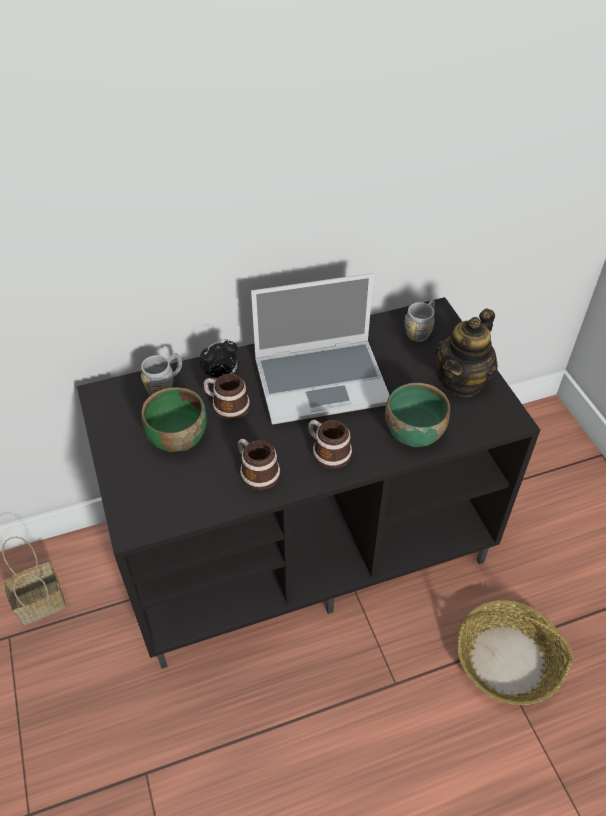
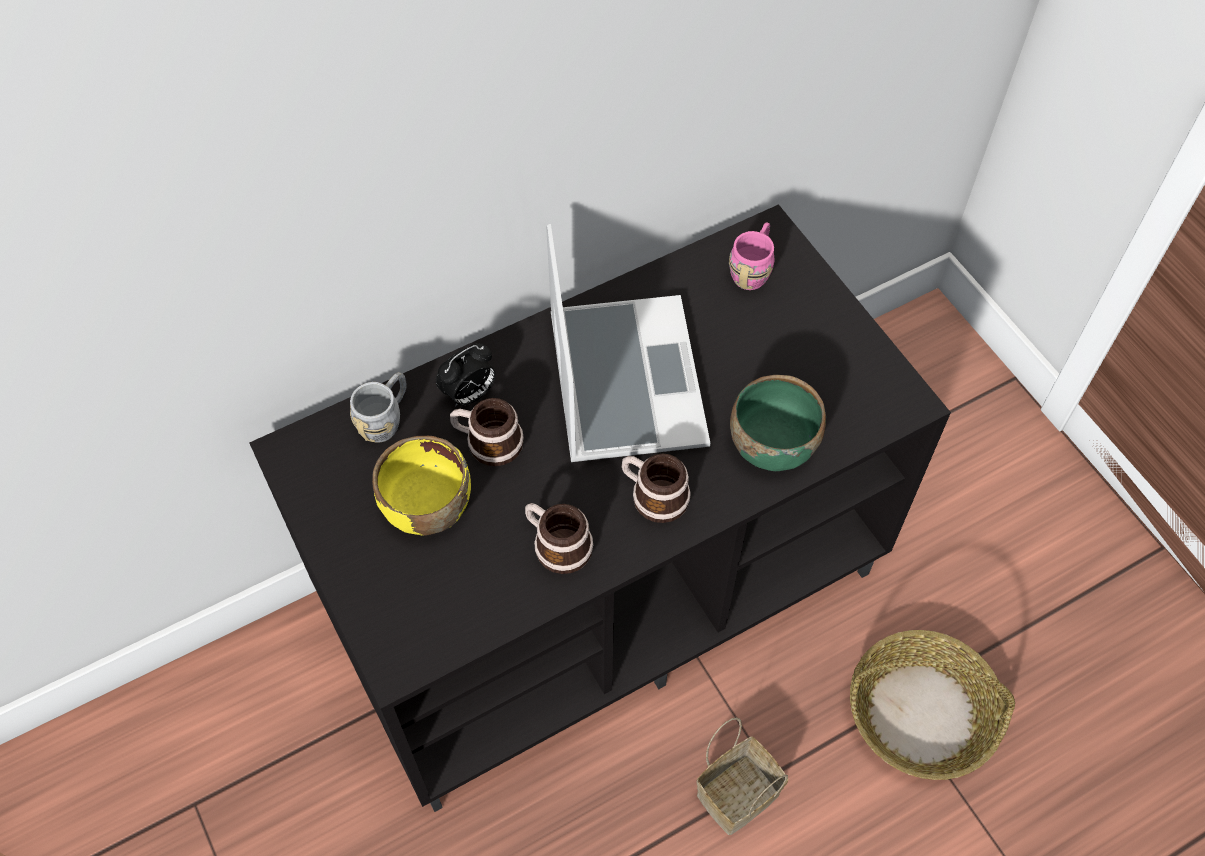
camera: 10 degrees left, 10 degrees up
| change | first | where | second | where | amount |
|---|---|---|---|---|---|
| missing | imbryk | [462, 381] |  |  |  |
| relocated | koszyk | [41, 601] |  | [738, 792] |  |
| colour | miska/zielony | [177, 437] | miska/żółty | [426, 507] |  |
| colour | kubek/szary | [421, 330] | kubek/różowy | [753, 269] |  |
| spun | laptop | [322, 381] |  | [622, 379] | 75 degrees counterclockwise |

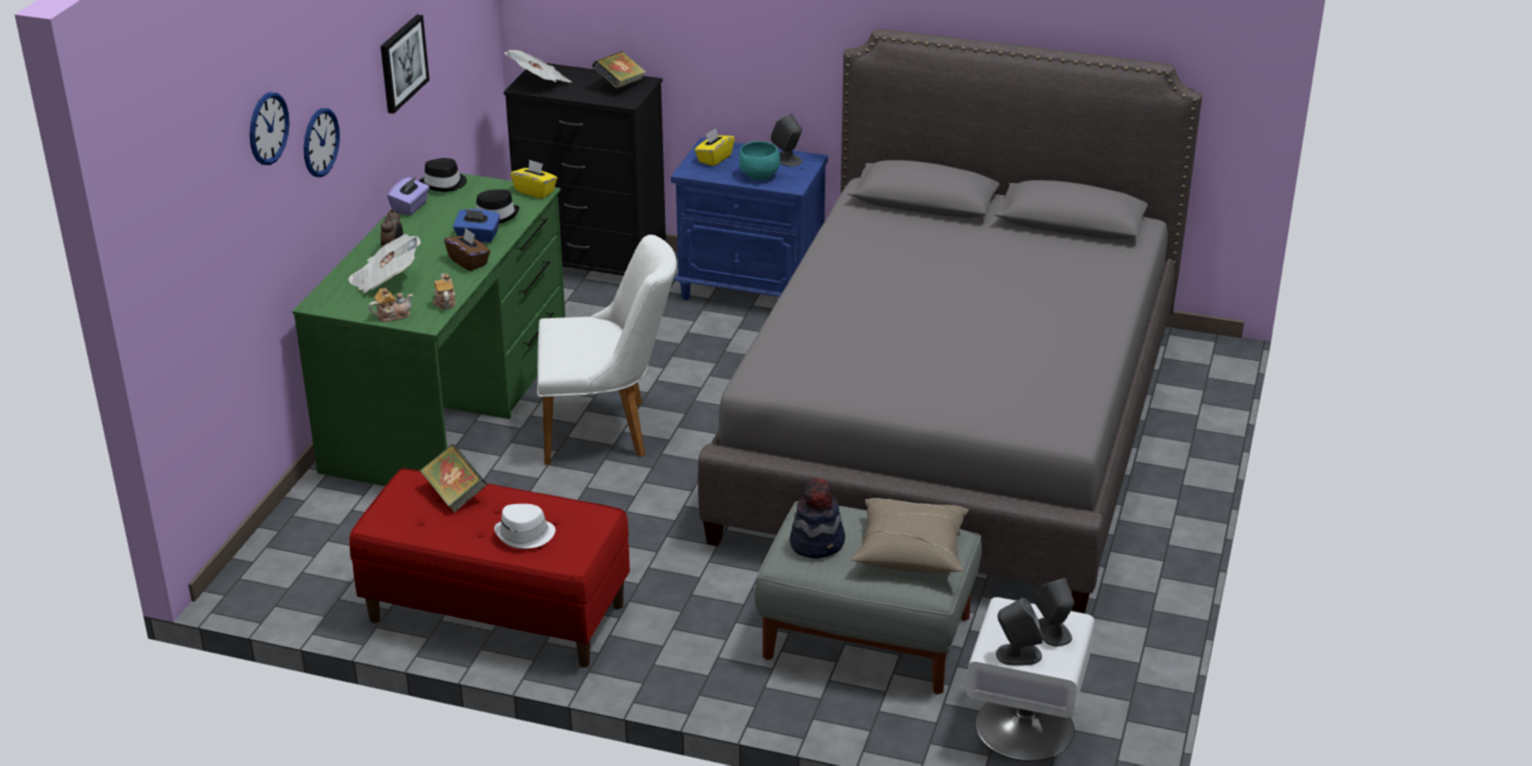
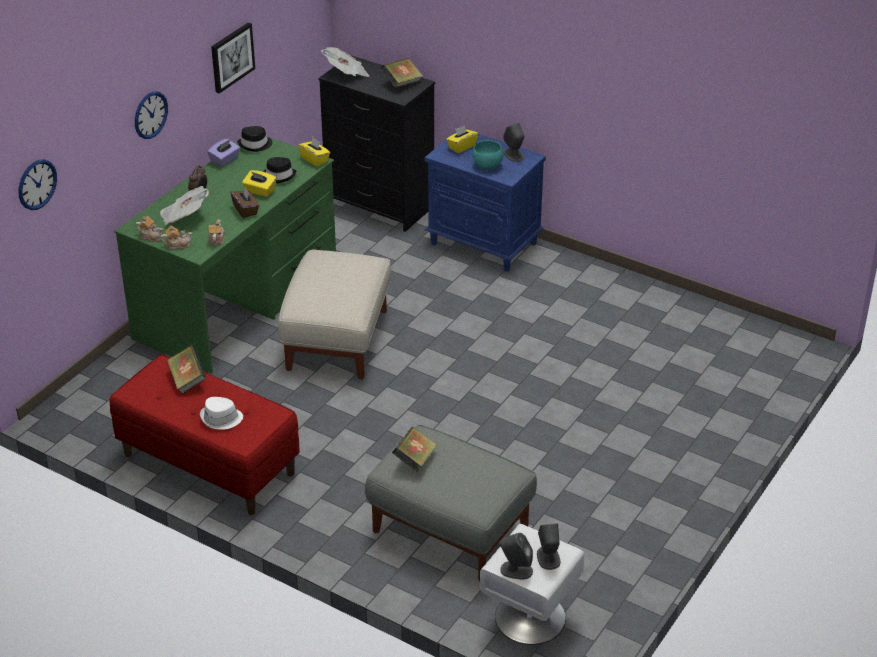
camera: 15 degrees right, 5 degrees up
| change | first | where | second | where | amount |
|---|---|---|---|---|---|
| missing | łóżko/szary | [953, 430] |  |  |  |
| missing | poduszka/beżowy | [911, 550] |  |  |  |
| appeared |  |  | imbryk | [151, 236] |  |
| relocated | zegar ścienny | [268, 128] |  | [37, 184] |  |
| exchanged | krzesło/biały | [607, 430] | pufa/beżowy | [336, 339] |  |
| exchanged | kapelusz | [818, 542] | książka | [415, 460] |  |
| colour | pudełko chusteczek/niebieski | [477, 237] | pudełko chusteczek/żółty | [259, 191] |  |

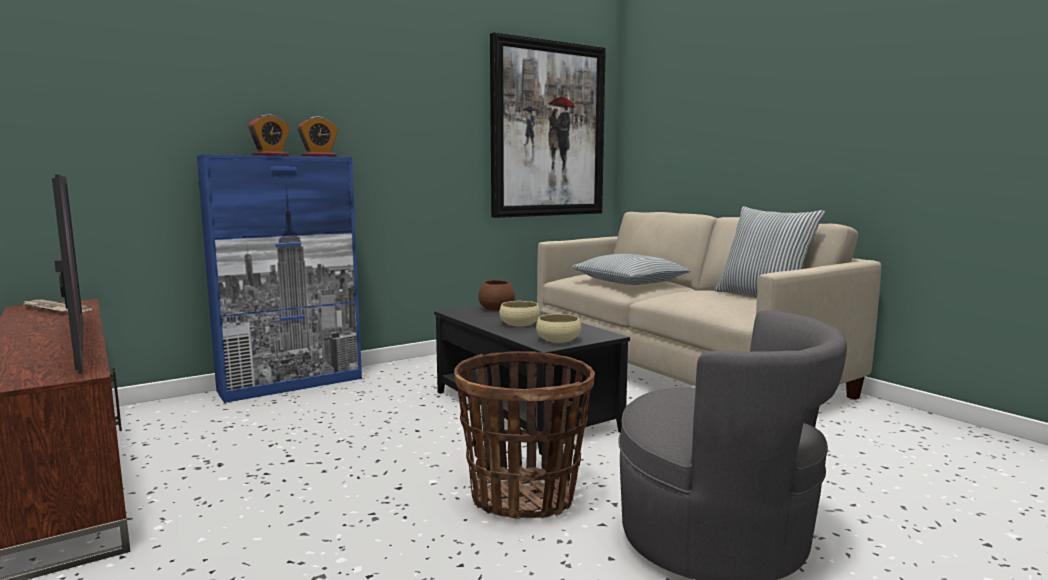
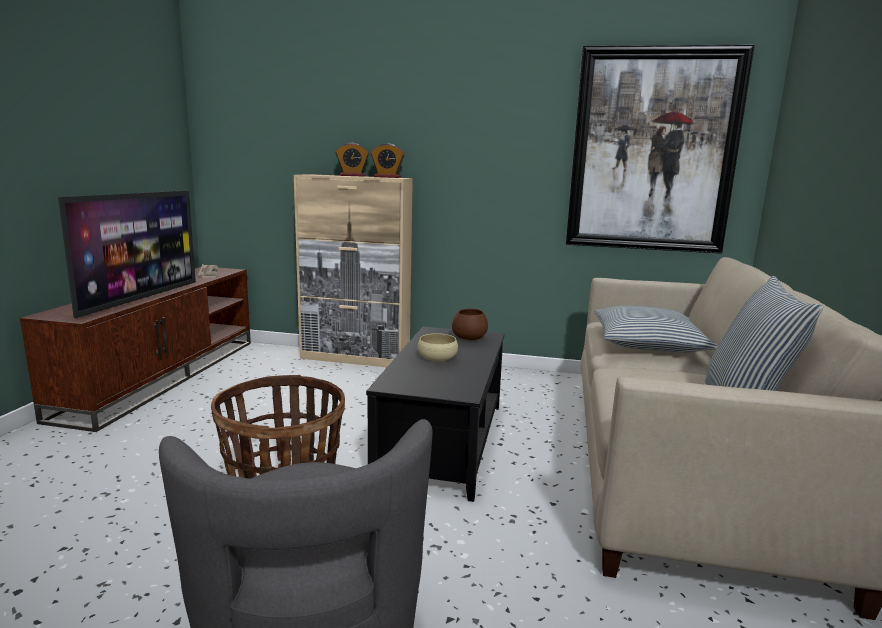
camera: 45 degrees right, 5 degrees up
| change | first | where | second | where | amount |
|---|---|---|---|---|---|
| missing | miska/beżowy | [558, 340] |  |  |  |
| colour | szafka/niebieski | [292, 384] | szafka/beżowy | [355, 358] |  |

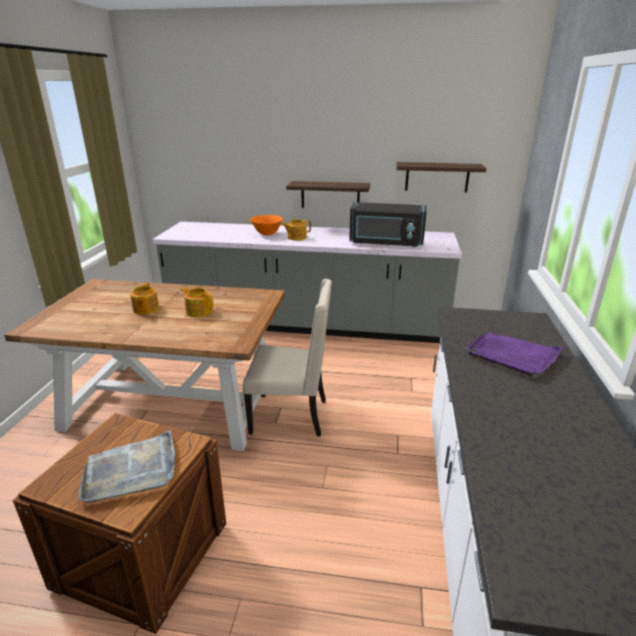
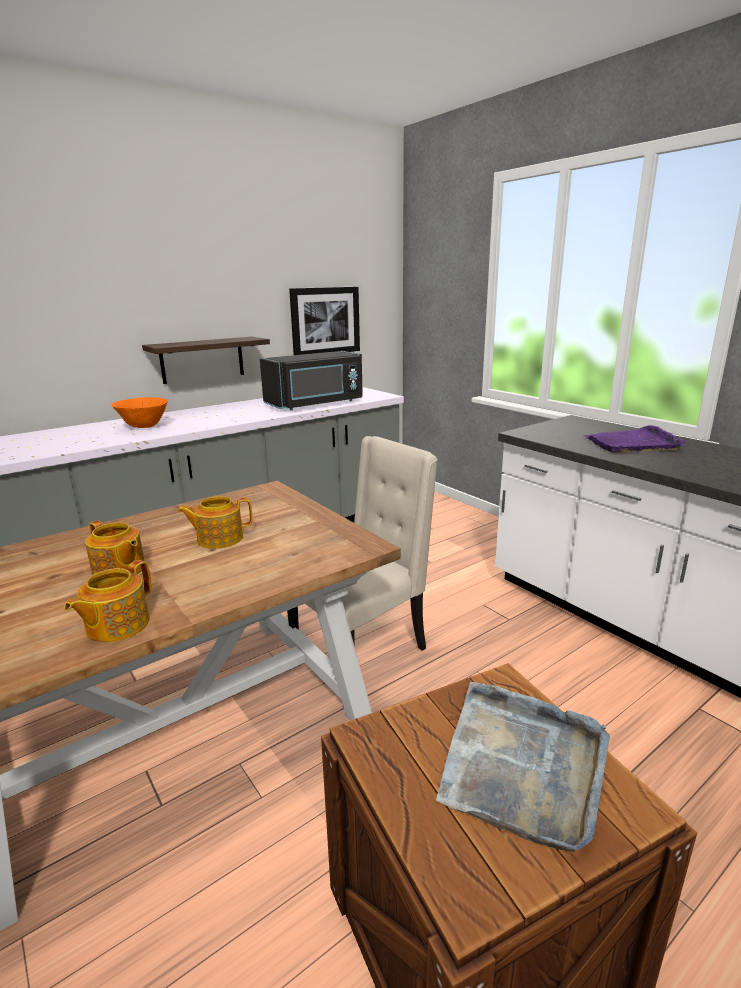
camera: 45 degrees left, 5 degrees down
| change | first | where | second | where | amount |
|---|---|---|---|---|---|
| relocated | imbryk | [296, 237] |  | [116, 625] |  |
| exchanged | półka | [437, 177] | obraz | [325, 321] |  |

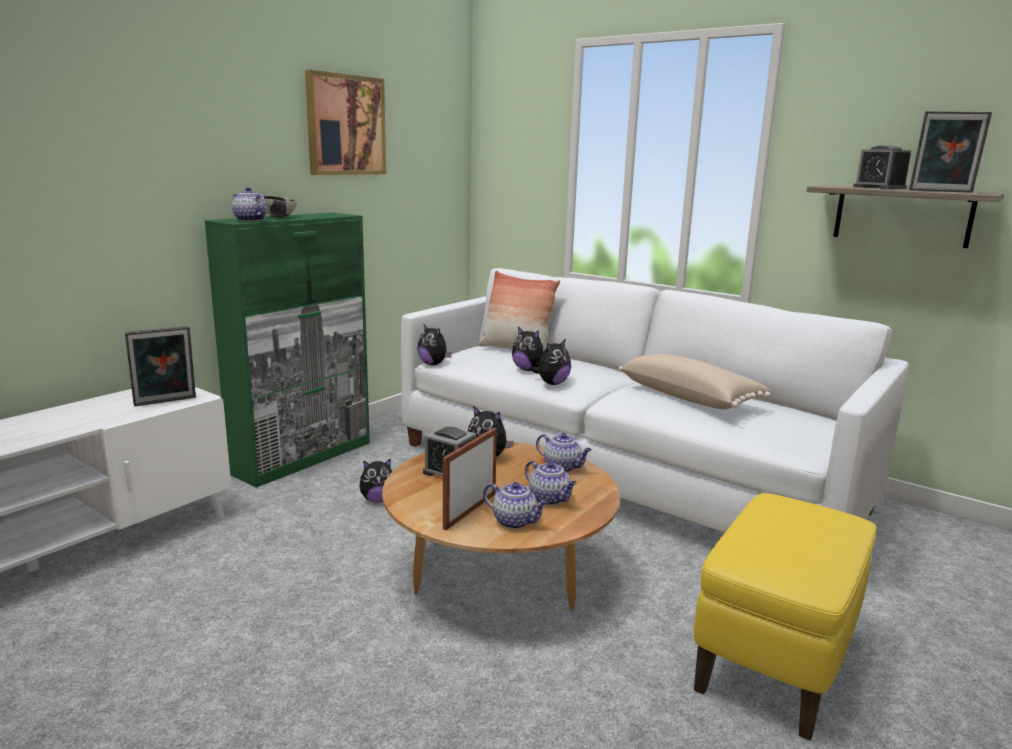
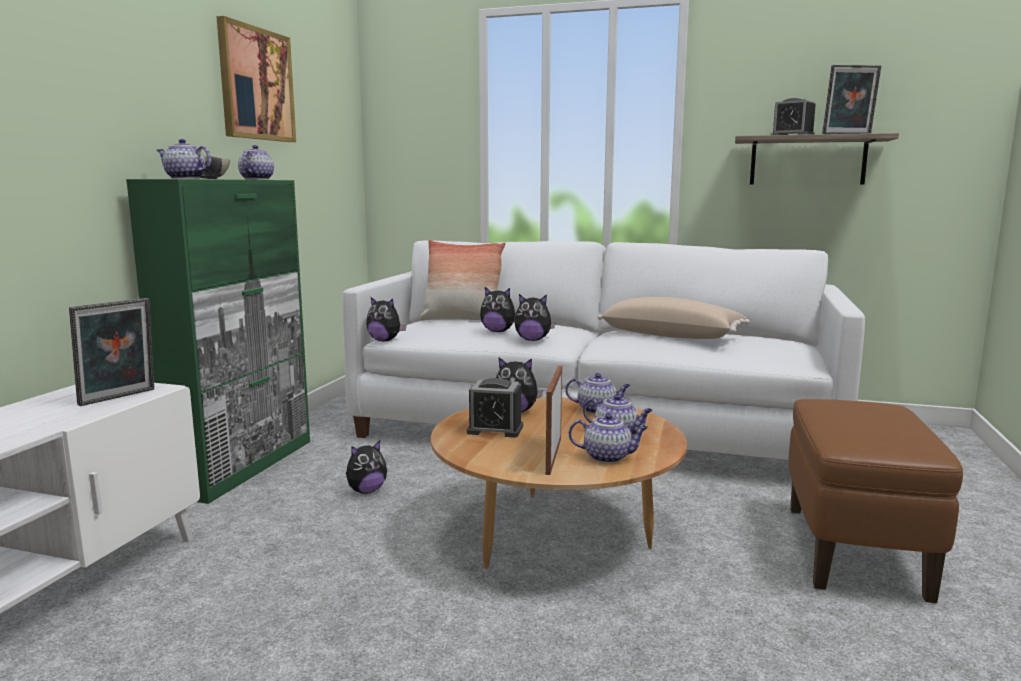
camera: 20 degrees left, 5 degrees down
| change | first | where | second | where | amount |
|---|---|---|---|---|---|
| appeared |  |  | imbryk | [257, 179] |  |
| colour | pufa/żółty | [775, 661] | pufa/brązowy | [853, 550] |  |
| spun | pluszak | [552, 383] |  | [533, 340] | 75 degrees clockwise |

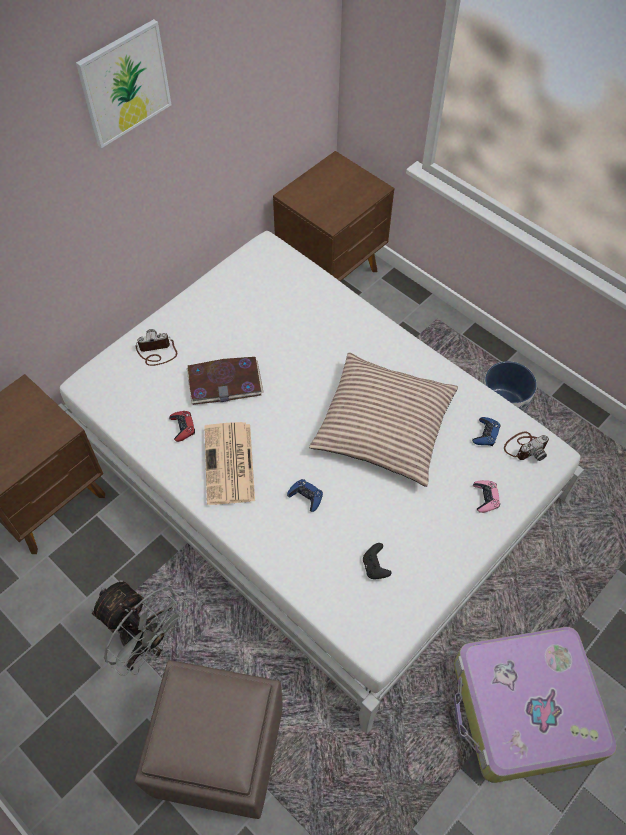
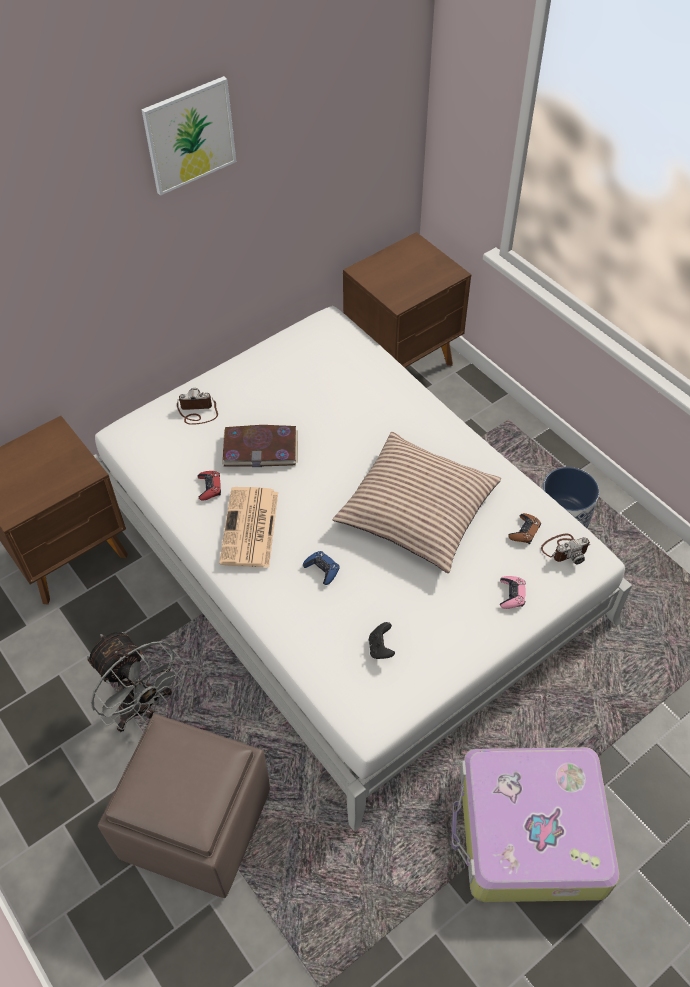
camera: 10 degrees right, 5 degrees down
| change | first | where | second | where | amount |
|---|---|---|---|---|---|
| colour | pad do gier/niebieski | [485, 434] | pad do gier/brązowy | [524, 531] |  |

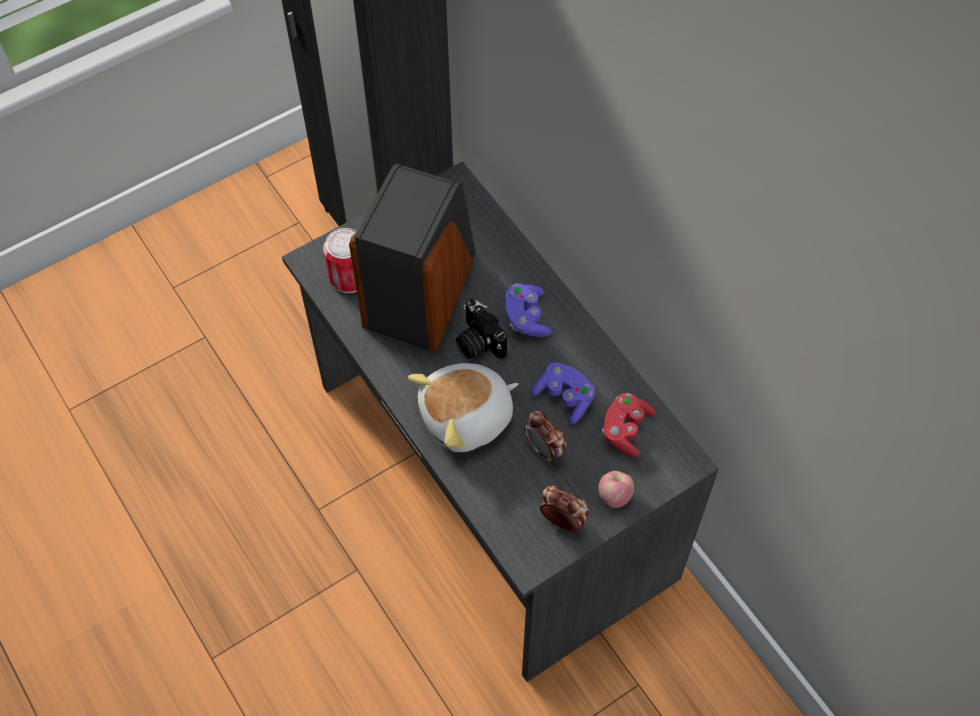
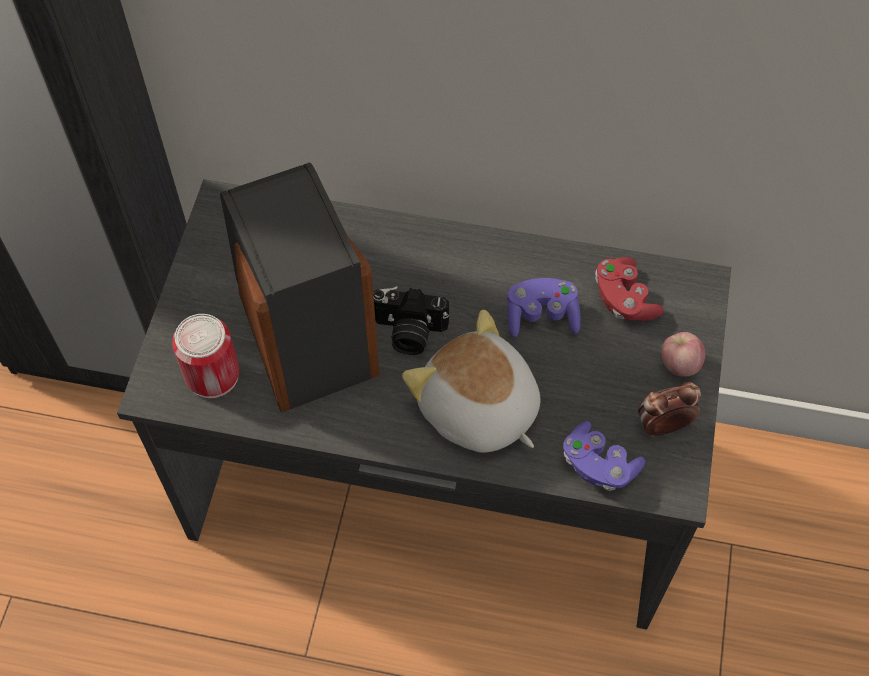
camera: 45 degrees left, 0 degrees up
| change | first | where | second | where | amount |
|---|---|---|---|---|---|
| missing | budzik | [544, 449] |  |  |  |
| relocated | pad do gier/fioletowy | [526, 317] |  | [598, 465] |  |
| spun | pluszak | [467, 418] |  | [477, 410] | 120 degrees clockwise |

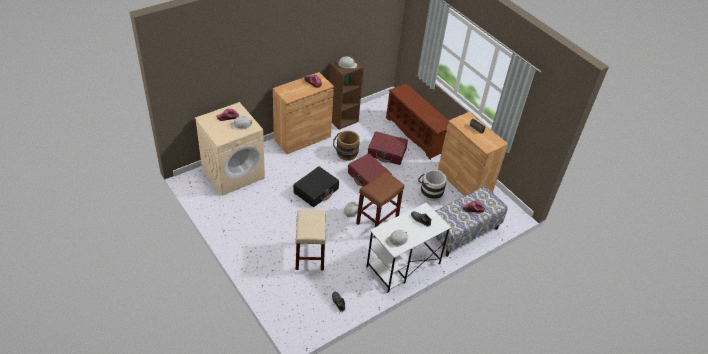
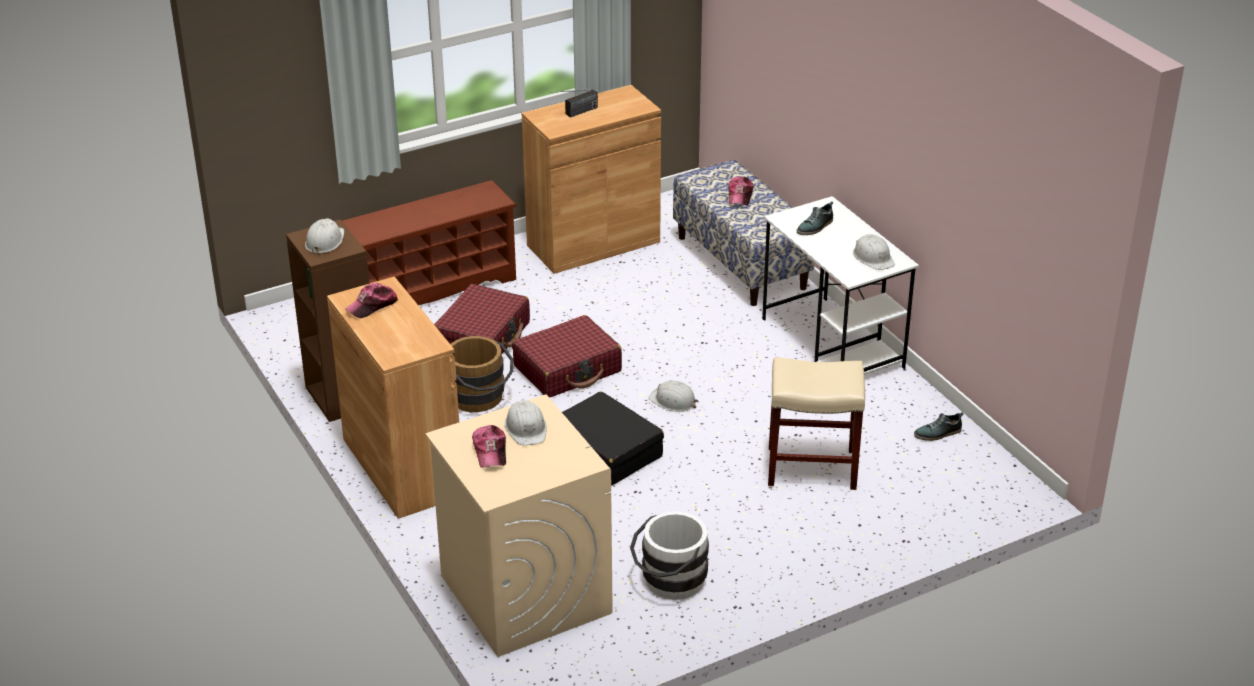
camera: 80 degrees left, 10 degrees down
| change | first | where | second | where | amount |
|---|---|---|---|---|---|
| missing | stołek/brązowy | [377, 222] |  |  |  |
| relocated | wiadro/biały | [429, 191] |  | [669, 582] |  |

